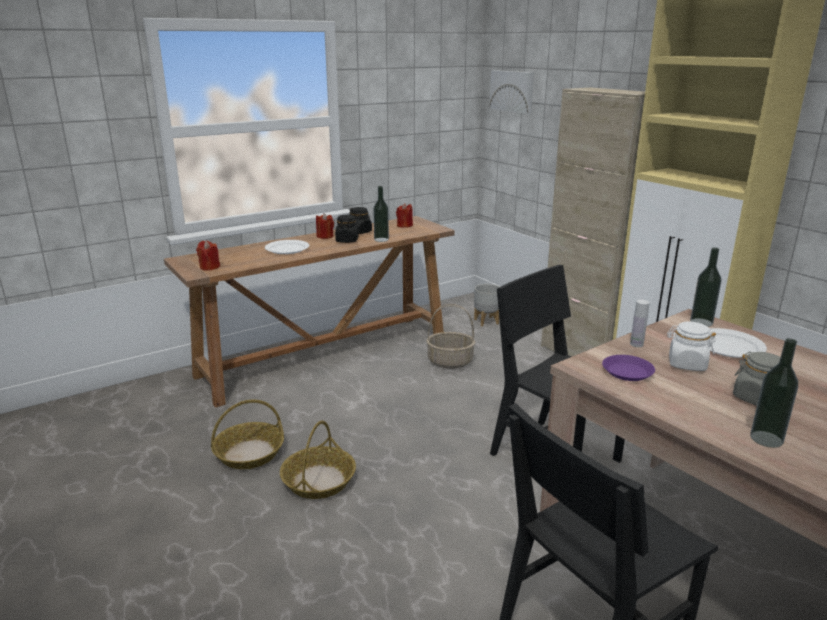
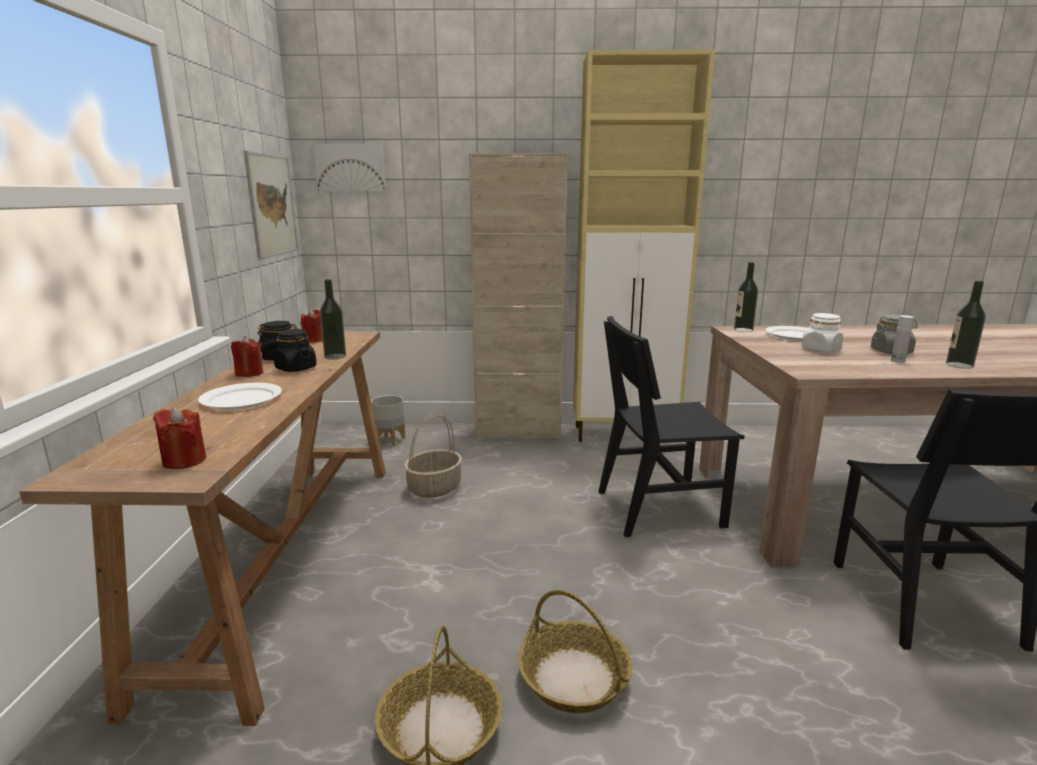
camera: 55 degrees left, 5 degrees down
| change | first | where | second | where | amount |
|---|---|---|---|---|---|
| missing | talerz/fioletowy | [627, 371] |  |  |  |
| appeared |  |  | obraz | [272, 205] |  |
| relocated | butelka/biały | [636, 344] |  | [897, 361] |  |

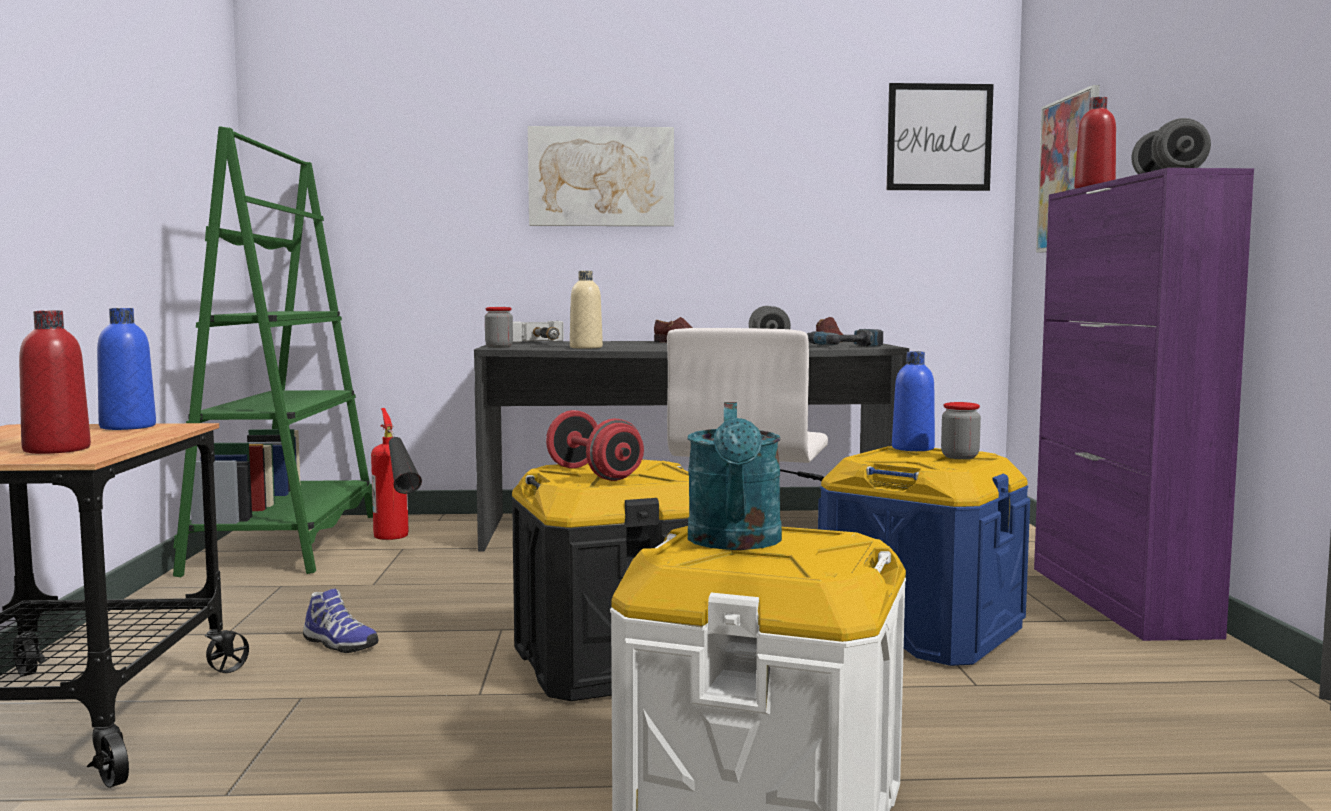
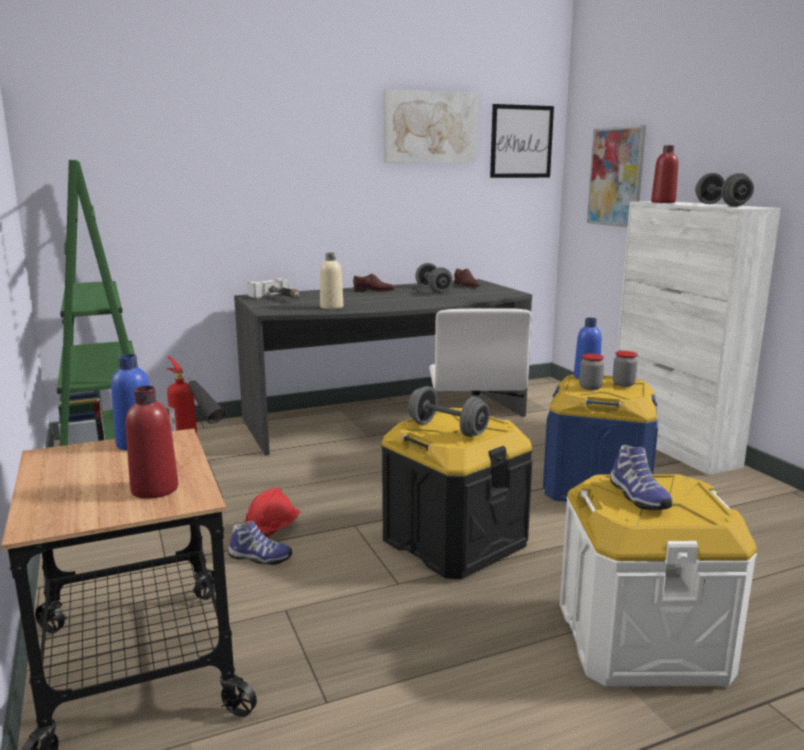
camera: 20 degrees left, 10 degrees up
| change | first | where | second | where | amount |
|---|---|---|---|---|---|
| missing | wiertarka | [842, 346] |  |  |  |
| appeared |  |  | kask/czerwony | [272, 529] |  |
| relocated | słoik | [499, 347] |  | [590, 387] |  |
| relocated | obraz | [601, 177] |  | [430, 127] |  |
| exchanged | konewka/turkusowy | [735, 543] | but | [637, 496] |  |
| colour | hantel/czerwony | [593, 473] | hantel/szary | [447, 429] |  |
| colour | szafka/fioletowy | [1119, 600] | szafka/biały | [672, 445] |  |

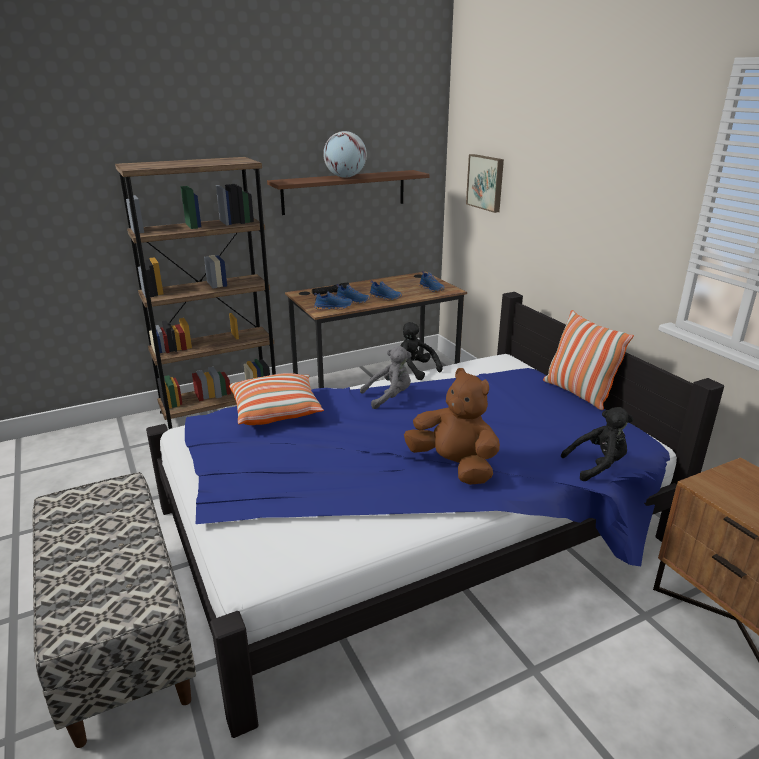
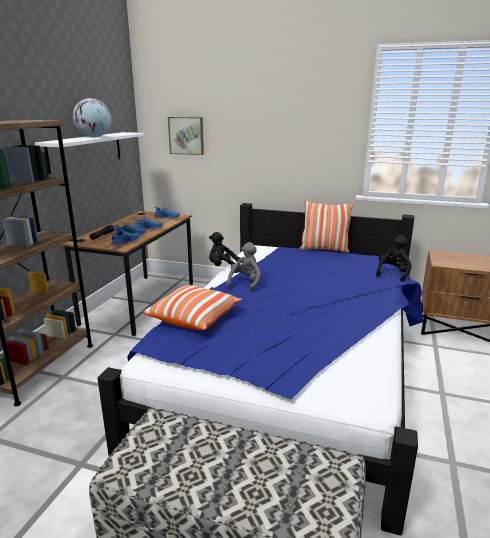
camera: 45 degrees left, 5 degrees down
| change | first | where | second | where | amount |
|---|---|---|---|---|---|
| missing | pluszak/brązowy | [454, 466] |  |  |  |
| colour | półka/brązowy | [344, 192] | półka/biały | [86, 151] |  |

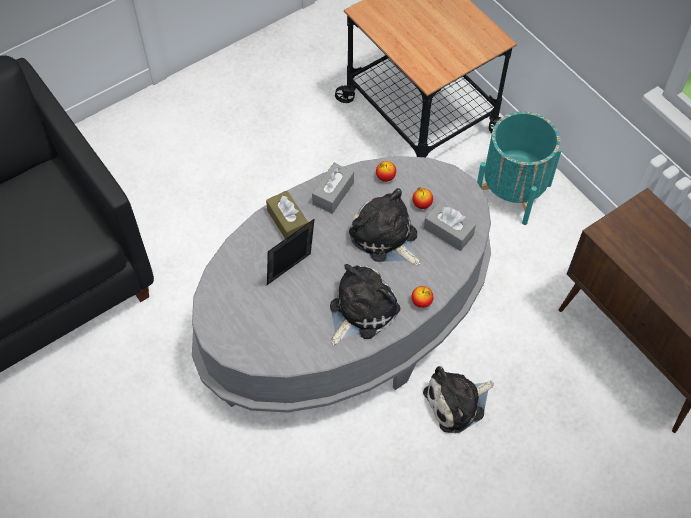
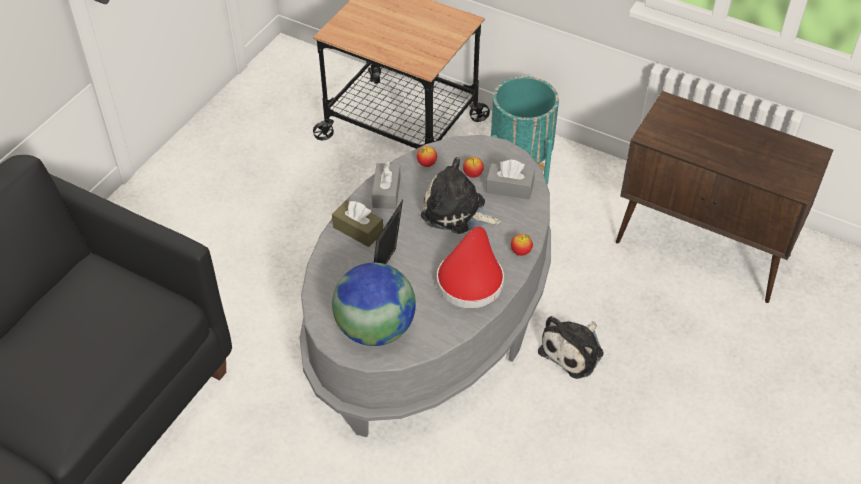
camera: 25 degrees left, 10 degrees down
| change | first | where | second | where | amount |
|---|---|---|---|---|---|
| appeared |  |  | globus | [375, 329] |  |
| exchanged | pluszak | [360, 310] | kapelusz/czerwony | [470, 278] |  |

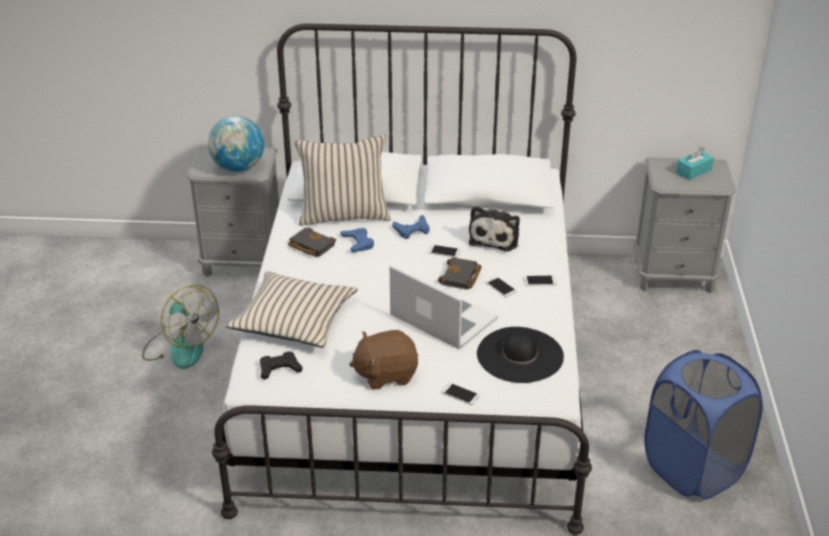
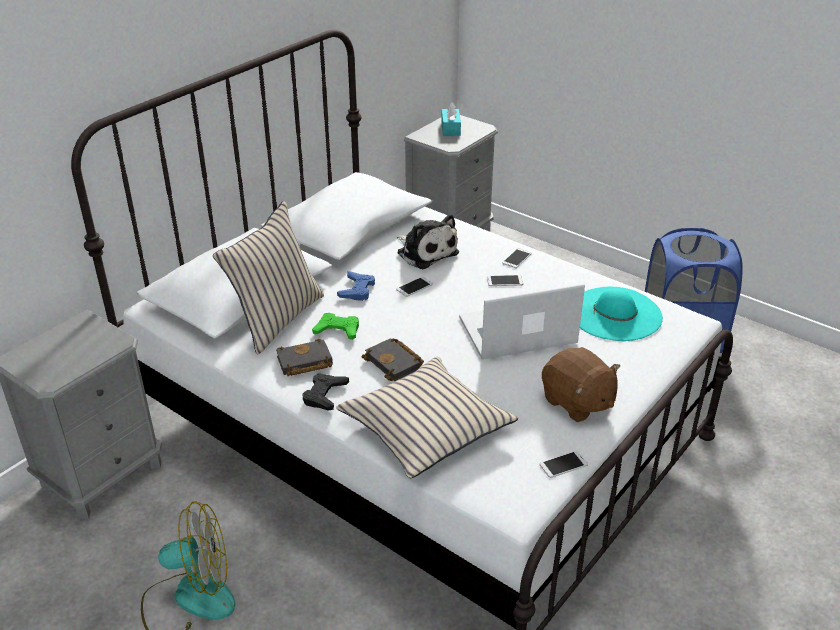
camera: 55 degrees left, 0 degrees up
| change | first | where | second | where | amount |
|---|---|---|---|---|---|
| missing | globus | [238, 168] |  |  |  |
| relocated | pad do gier/czarny | [279, 369] |  | [325, 395] |  |
| relocated | książka/czarny | [461, 277] |  | [395, 363] |  |
| relocated | telefon | [460, 394] |  | [563, 465] |  |
| colour | pad do gier/niebieski | [358, 243] | pad do gier/zielony | [337, 330] |  |
| colour | kapelusz/czarny | [520, 355] | kapelusz/turkusowy | [615, 313] |  |
| spun | pluszak/brązowy | [385, 374] |  | [577, 402] | 60 degrees counterclockwise |

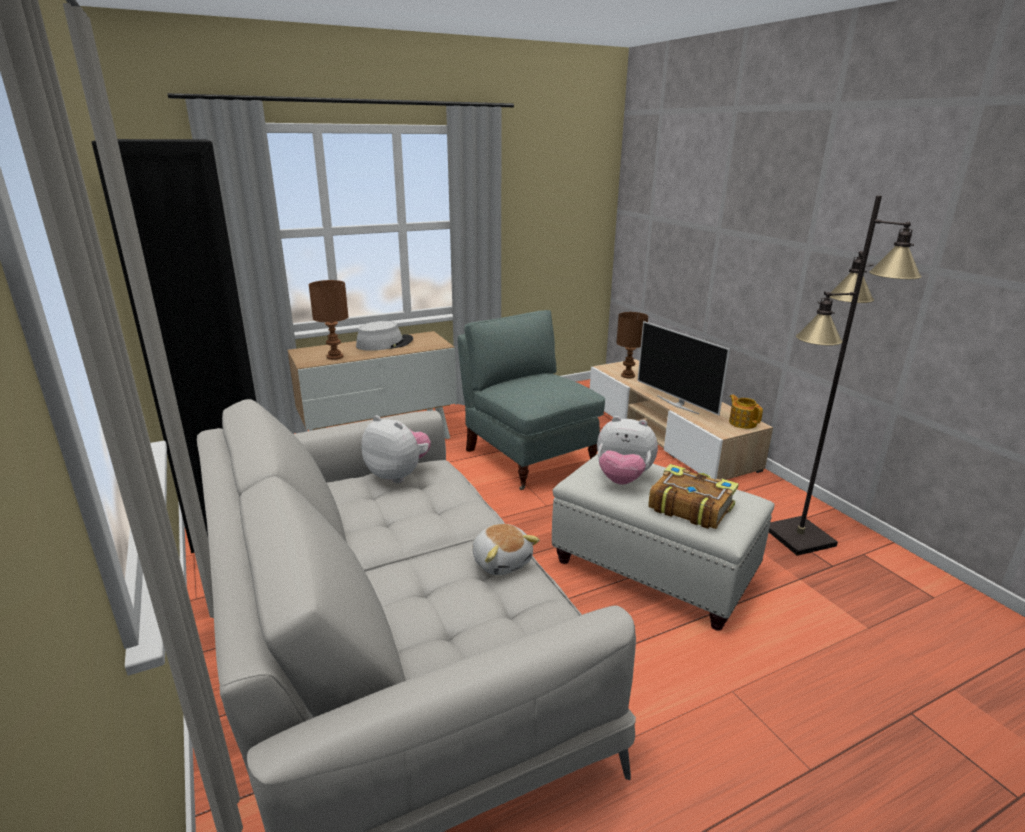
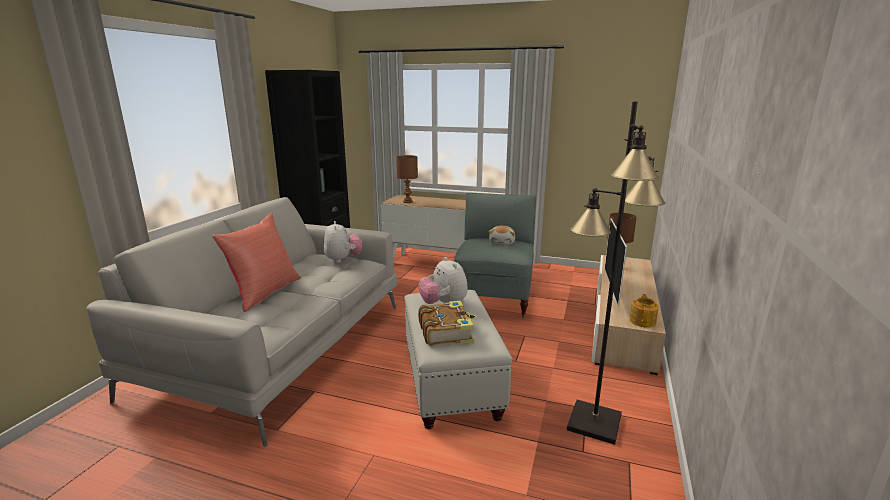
camera: 45 degrees right, 5 degrees down
| change | first | where | second | where | amount |
|---|---|---|---|---|---|
| missing | kapelusz/szary | [384, 343] |  |  |  |
| appeared |  |  | poduszka/czerwony | [265, 292] |  |
| relocated | pluszak | [502, 561] |  | [502, 242] |  |

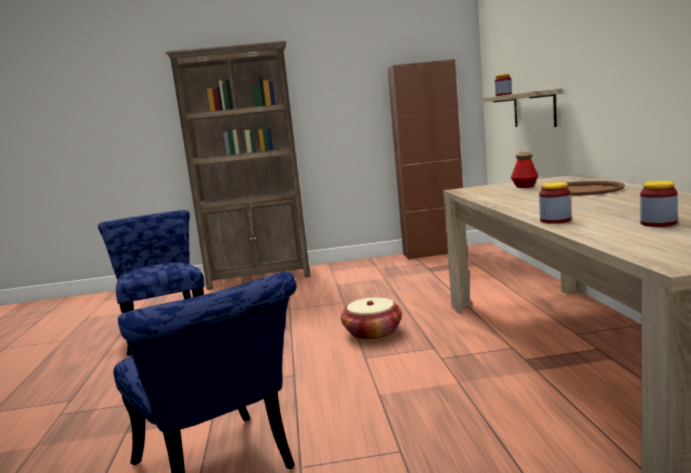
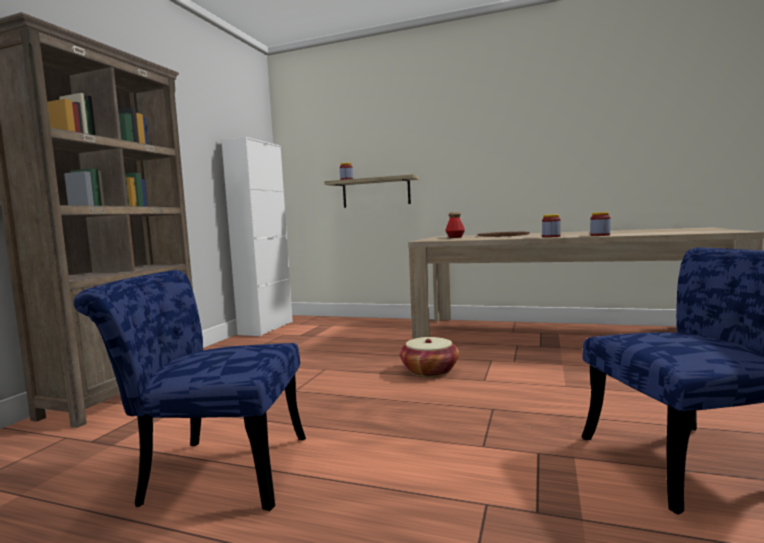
camera: 65 degrees left, 5 degrees down
| change | first | where | second | where | amount |
|---|---|---|---|---|---|
| relocated | słoik | [658, 223] |  | [551, 237] |  |
| colour | szafka/brązowy | [434, 253] | szafka/biały | [266, 328] |  |

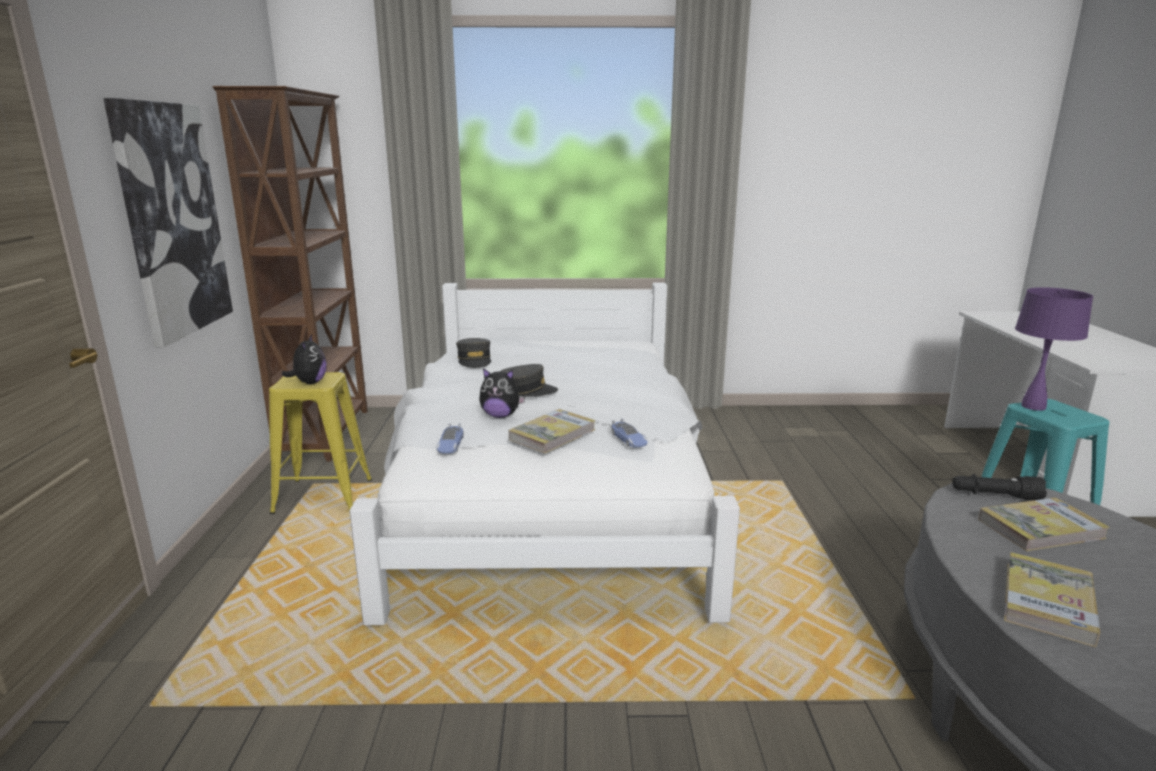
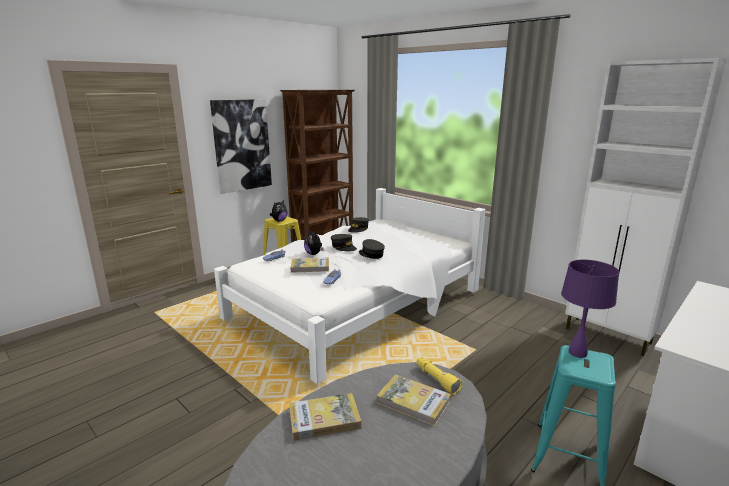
camera: 45 degrees right, 0 degrees up
| change | first | where | second | where | amount |
|---|---|---|---|---|---|
| appeared |  |  | czapka z daszkiem/szary | [371, 254] |  |
| appeared |  |  | szafka/biały | [608, 336] |  |
| colour | latarka/czarny | [995, 496] | latarka/żółty | [436, 379] |  |

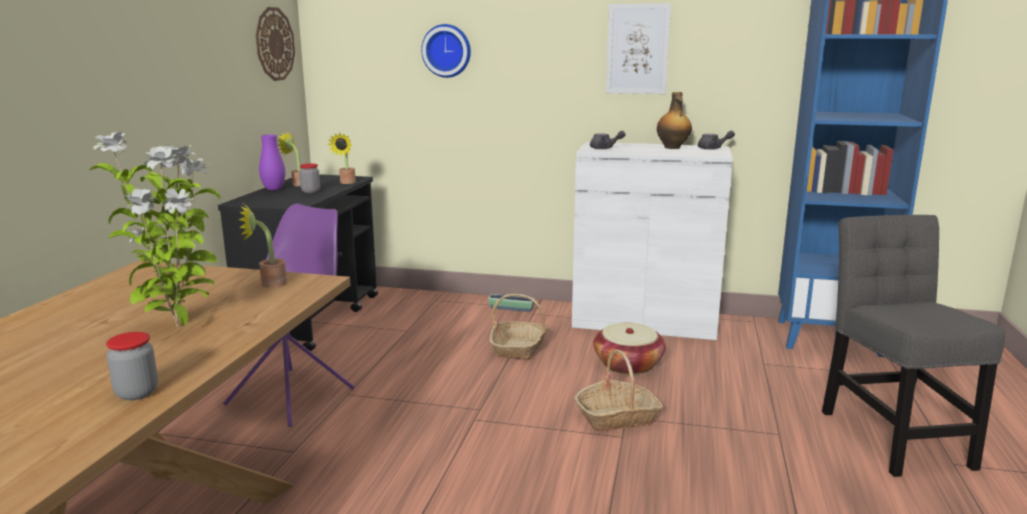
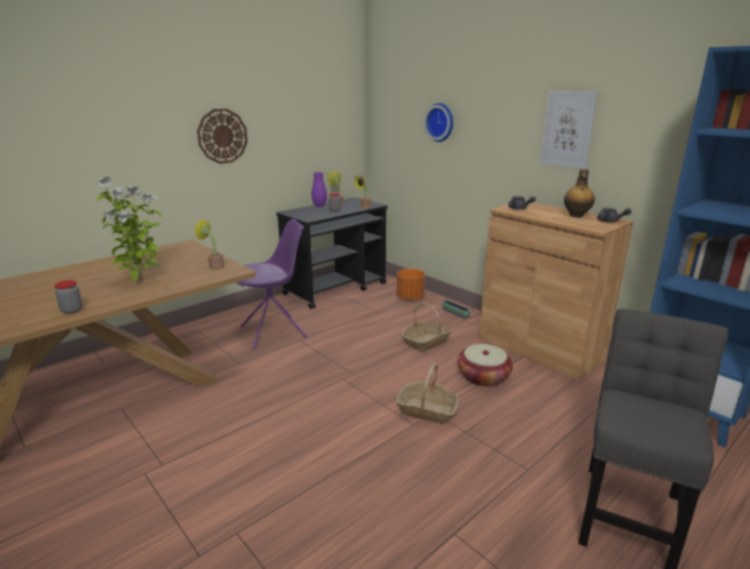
camera: 35 degrees right, 5 degrees up
| change | first | where | second | where | amount |
|---|---|---|---|---|---|
| appeared |  |  | donica/pomarańczowy | [410, 298] |  |
| relocated | zegar ścienny | [274, 44] |  | [222, 136] |  |
| colour | szafka/biały | [644, 320] | szafka/brązowy | [540, 348] |  |

